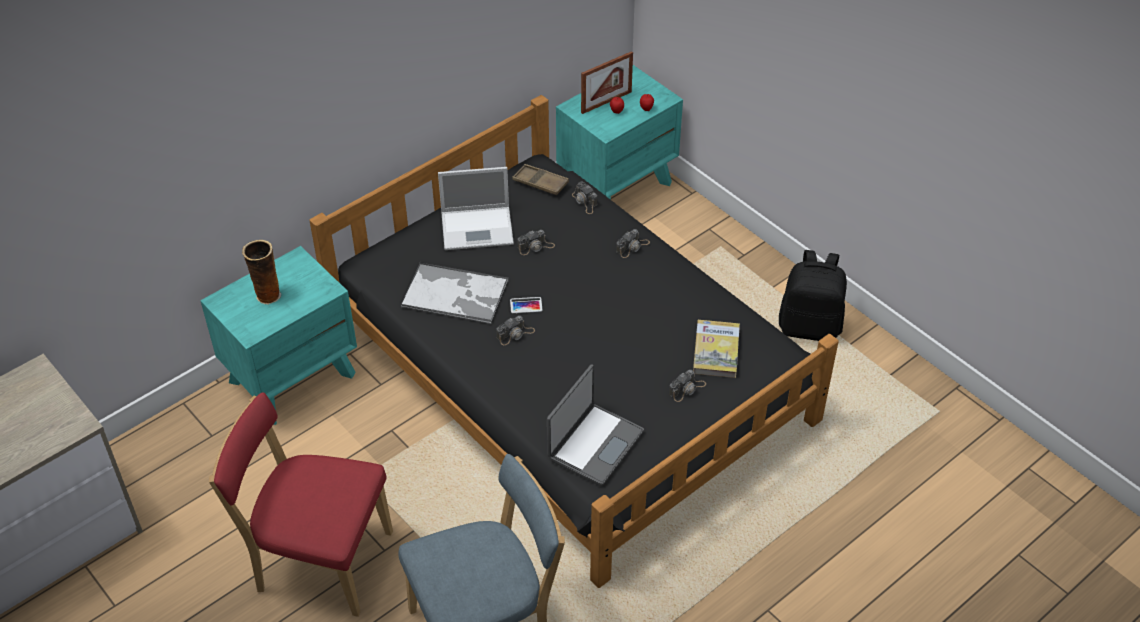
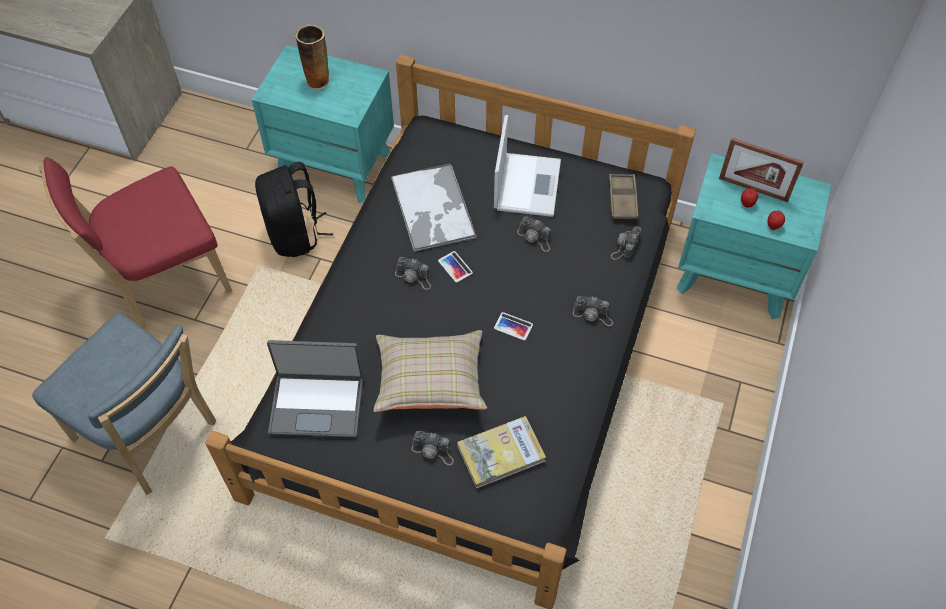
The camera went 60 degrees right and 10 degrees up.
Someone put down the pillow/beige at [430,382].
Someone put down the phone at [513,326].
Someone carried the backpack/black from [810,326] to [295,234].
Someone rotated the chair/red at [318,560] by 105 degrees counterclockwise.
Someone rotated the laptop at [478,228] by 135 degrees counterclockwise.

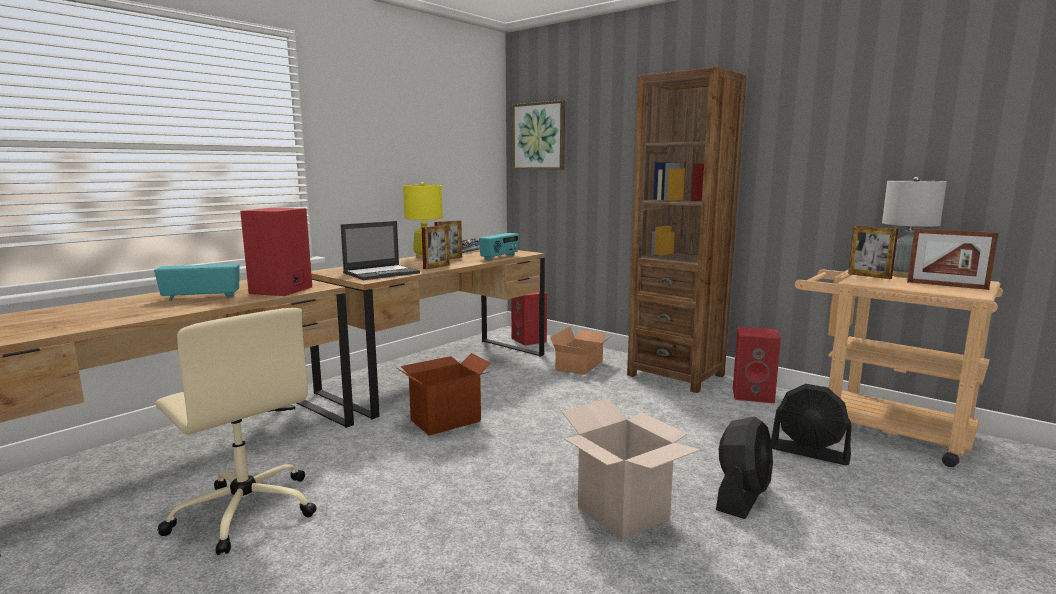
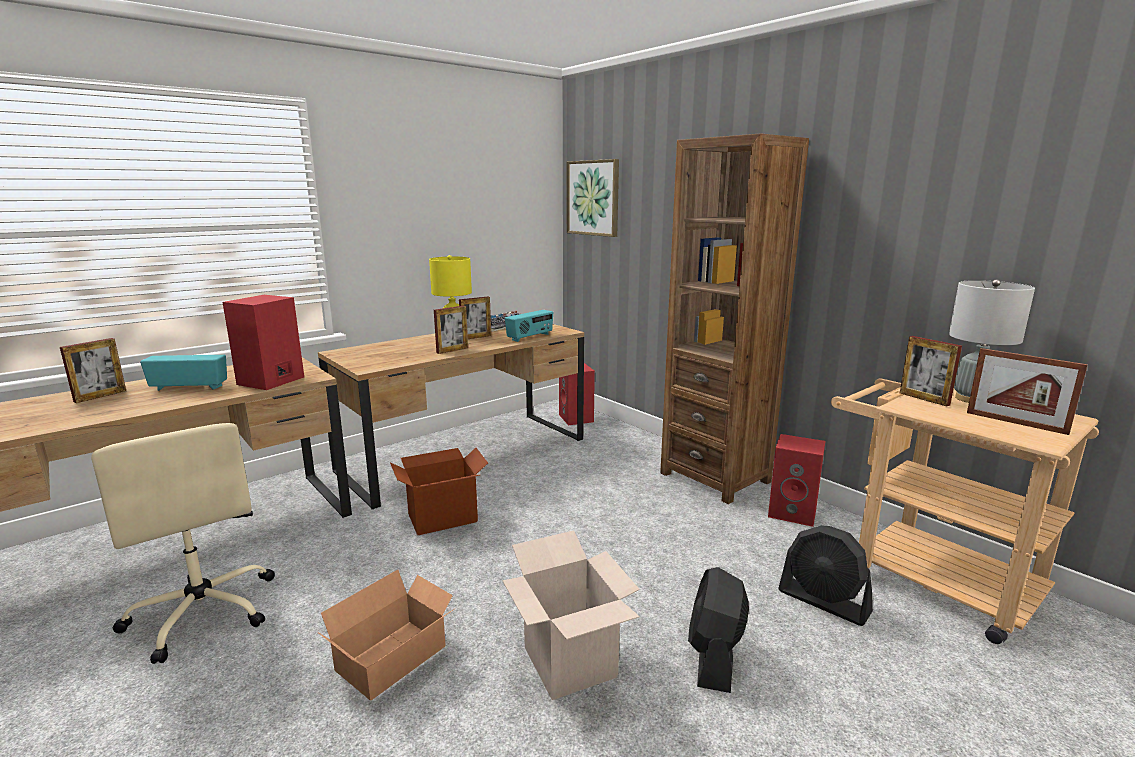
The camera went 10 degrees right and 5 degrees up.
Someone took away the laptop at [382,273].
Someone put down the picture frame at [100,396].
Someone carried the cardboard box from [581,365] to [396,658].
Someone rotated the fan/black at [742,496] by 150 degrees clockwise.

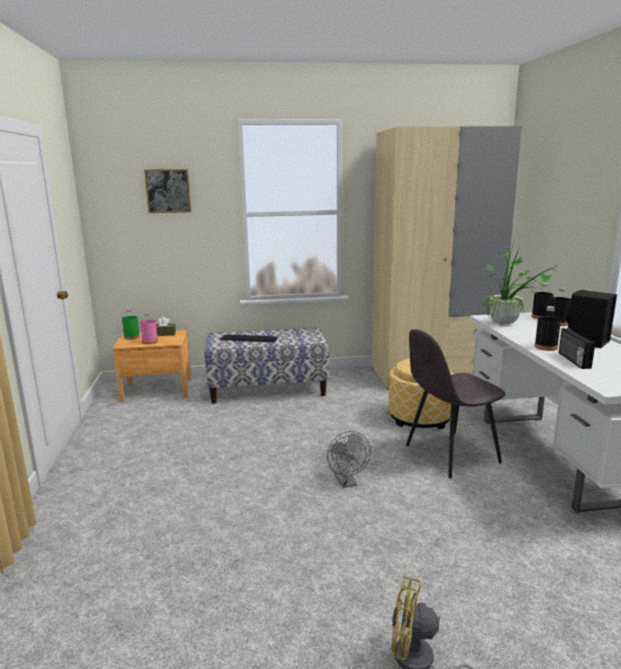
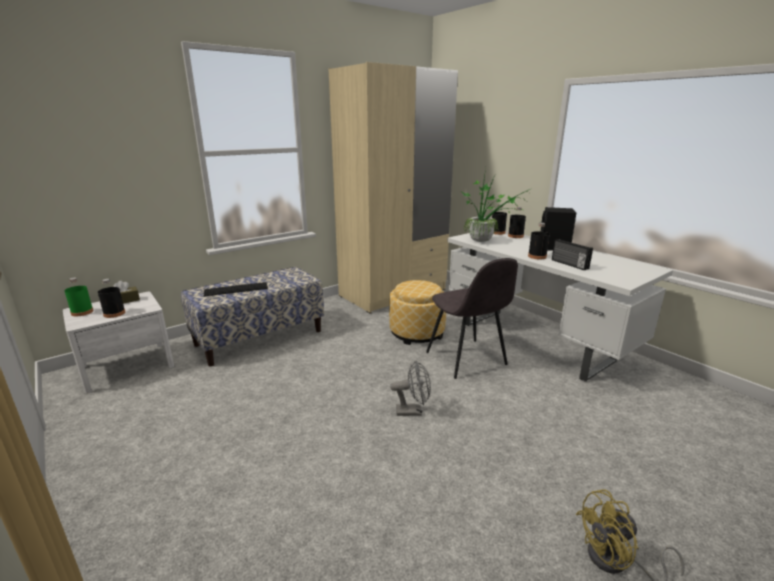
The camera went 30 degrees left and 5 degrees up.
Someone took away the picture at [168,191].
Someone repainted the nightstand/brown at [157,390], which became the nightstand/white at [127,366].
Someone repainted the bottle/pink at [150,342], which became the bottle/black at [114,313].
Someone rotated the fan/grey at [347,482] by 45 degrees counterclockwise.
Someone rotated the chair/grey at [449,454] by 60 degrees counterclockwise.

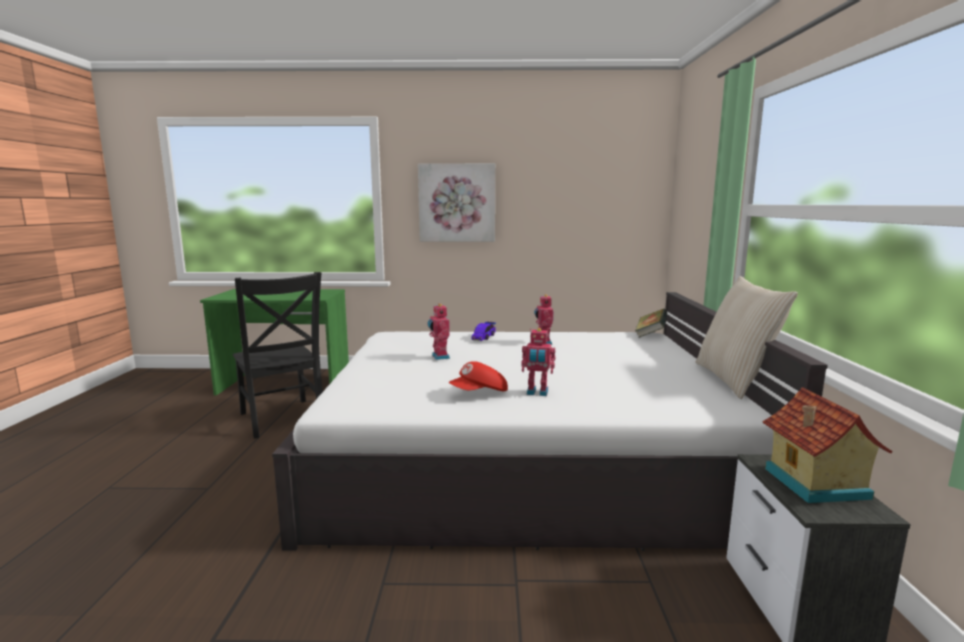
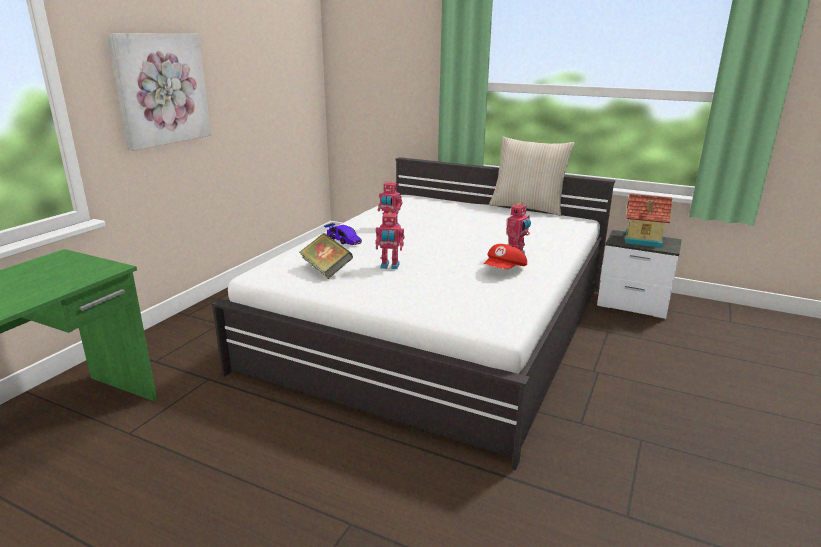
The camera went 65 degrees left and 10 degrees up.
Someone took away the chair/black at [282,419].
Someone carried the book from [650,334] to [326,269].
Someone rotated the cap/red at [479,394] by 45 degrees clockwise.

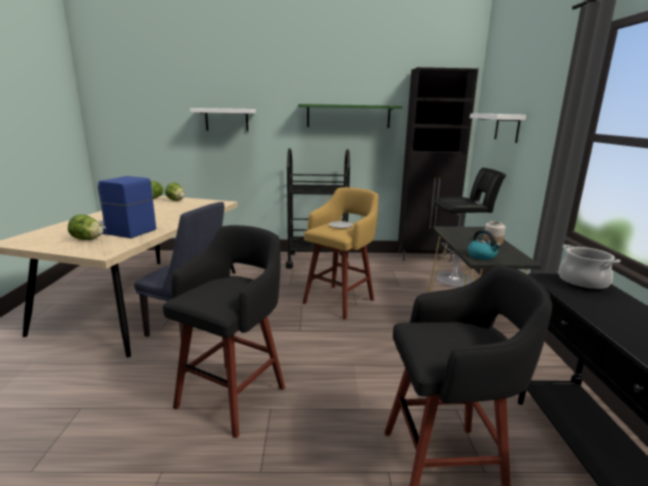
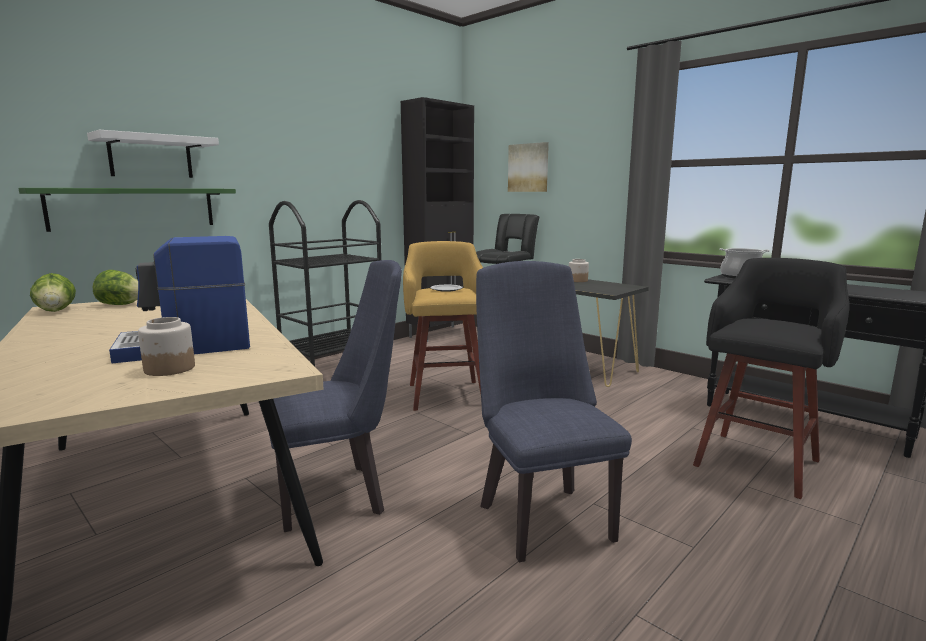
The camera went 45 degrees left and 5 degrees down.
Someone took away the kettle at [482,256].
Someone carried the shelf/green from [348,116] to [134,208].
Someone swapped the lettuce at [87,239] for the jar at [169,368].
Someone swapped the stool/black at [234,395] for the chair/blue at [540,515].
Someone swapped the shelf/white at [507,127] for the picture at [528,168].

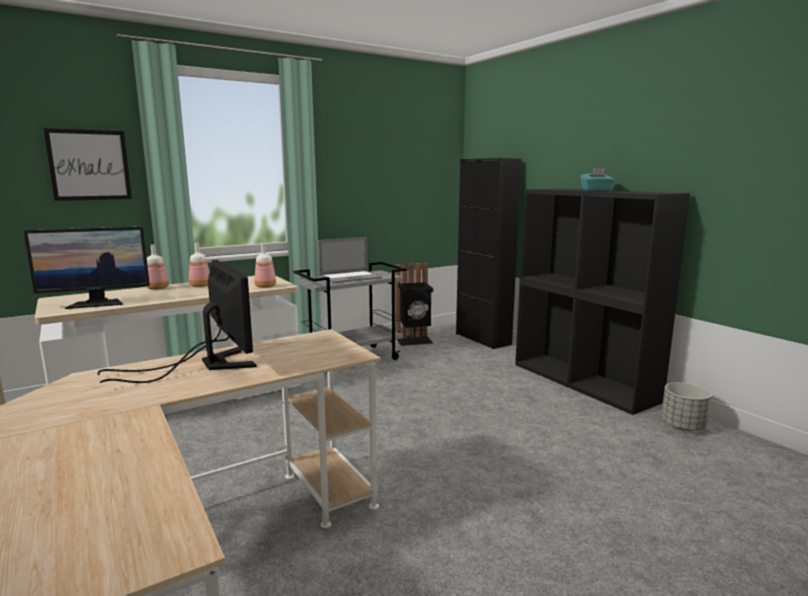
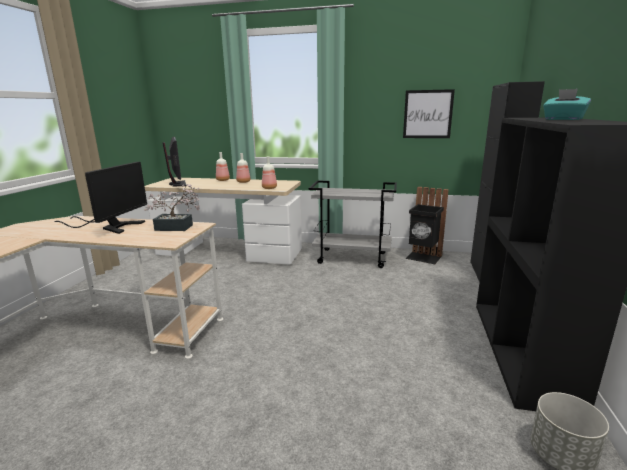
The camera went 45 degrees right and 5 degrees up.
Someone took away the laptop at [350,277].
Someone put down the potted plant at [178,228].
Someone carried the picture from [89,165] to [427,114].
Someone rotated the monitor at [96,303] by 135 degrees counterclockwise.

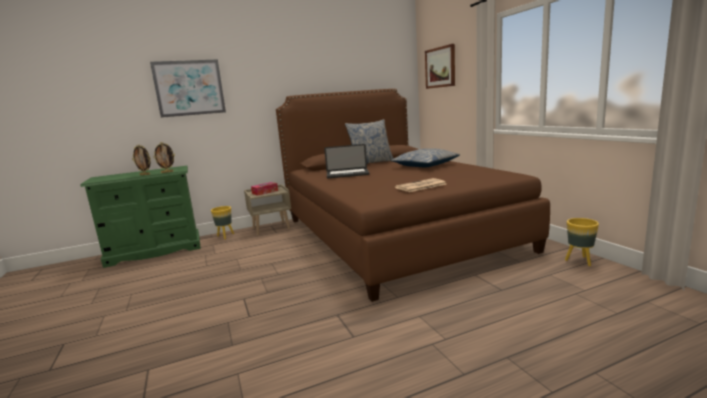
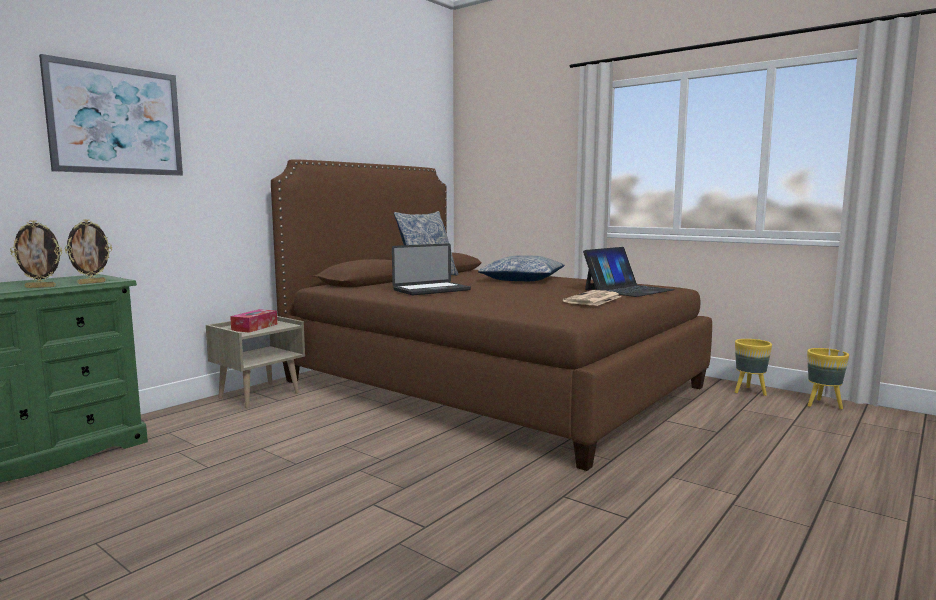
The camera went 30 degrees left and 5 degrees down.
Someone took away the picture at [440,67].
Someone put down the laptop at [628,290].
Someone carried the planter/yellow from [225,236] to [822,405].

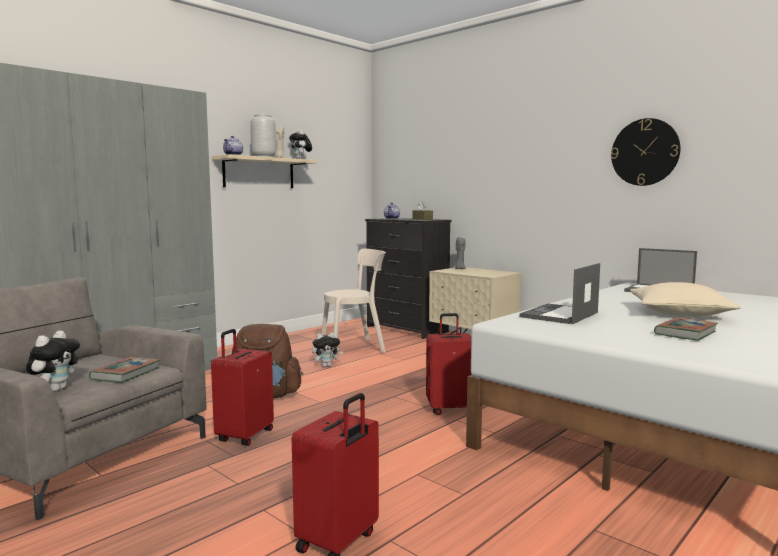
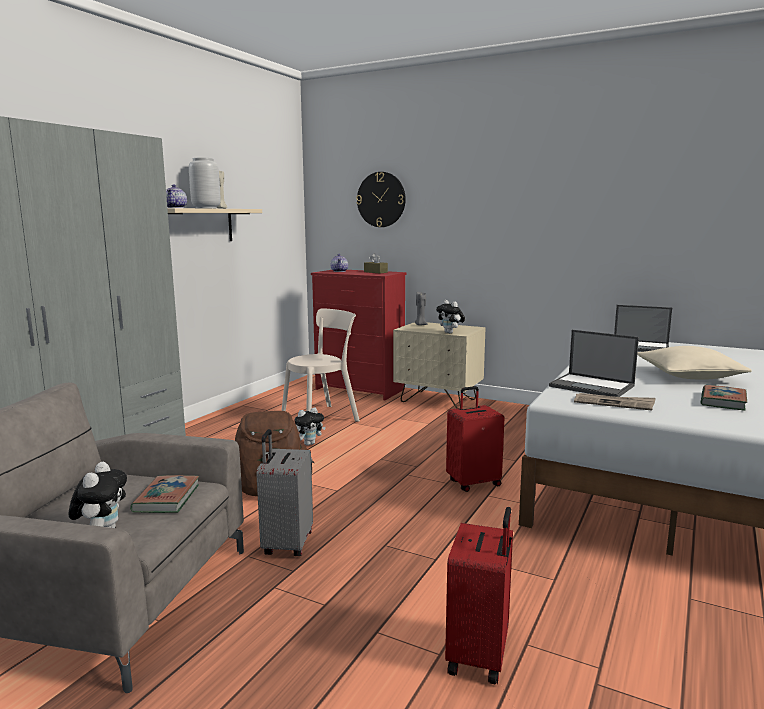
The camera went 15 degrees left and 5 degrees up.
Someone put down the newspaper at [614,403].
Someone carried the plush toy from [301,159] to [450,333].
Someone carried the wall clock from [645,152] to [381,199].
Someone repainted the suitcase/red at [244,436], which became the suitcase/grey at [286,544].
Someone repainted the dresser/black at [407,329], which became the dresser/red at [360,389].
Someone rotated the laptop at [559,315] by 75 degrees counterclockwise.

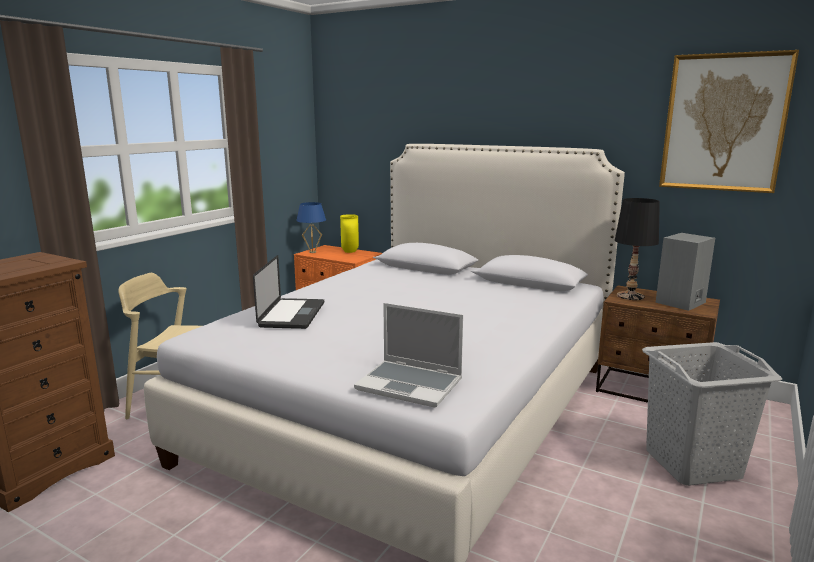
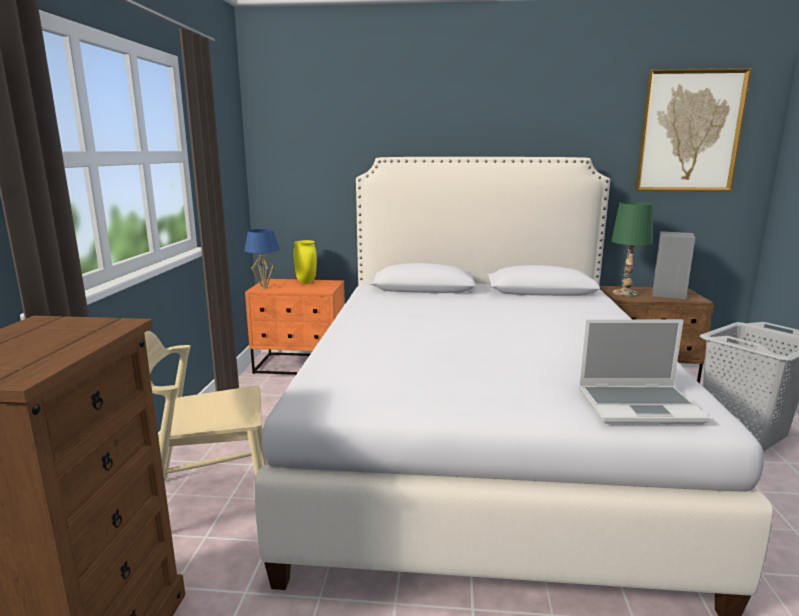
The camera went 25 degrees left and 0 degrees up.
Someone took away the laptop at [292,315].
Someone repainted the table lamp/black at [630,296], which became the table lamp/green at [625,293].

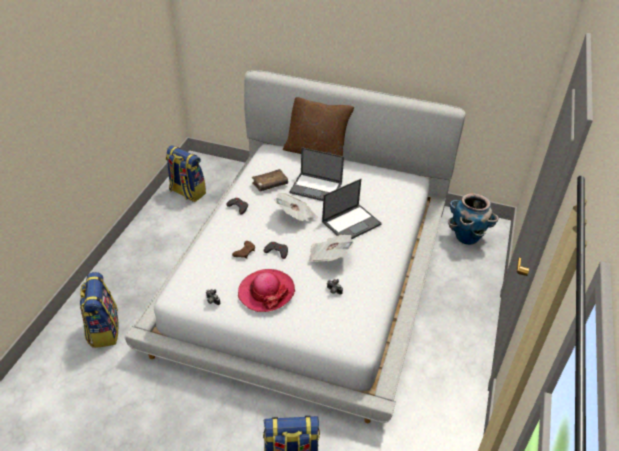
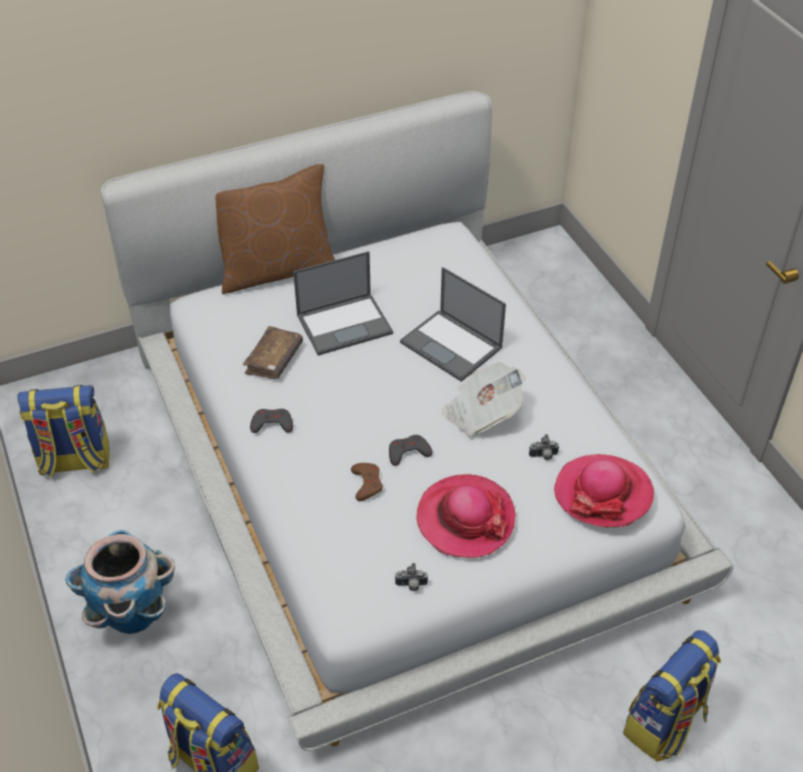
The camera went 40 degrees left and 5 degrees up.
Someone took away the newspaper at [296,216].
Someone put down the hat at [603,493].
Someone carried the planter from [466,237] to [132,614].
Someone rotated the laptop at [351,223] by 120 degrees clockwise.

